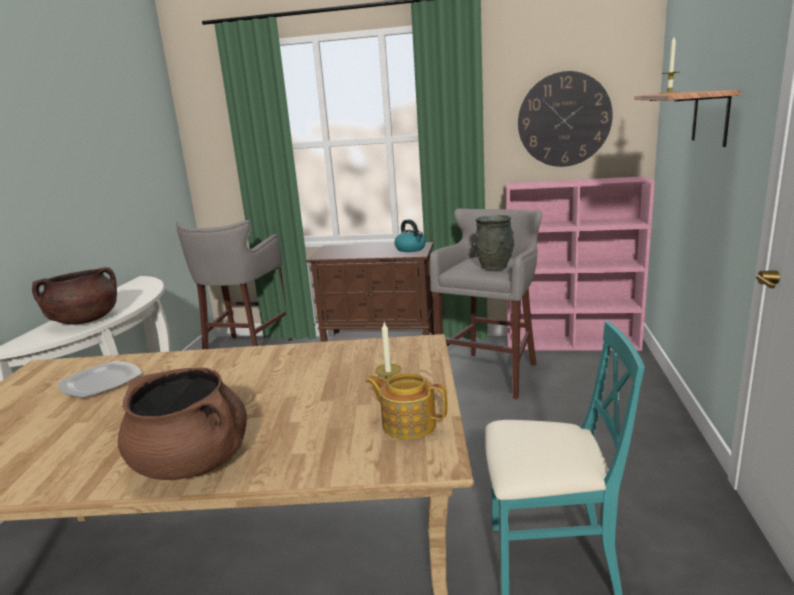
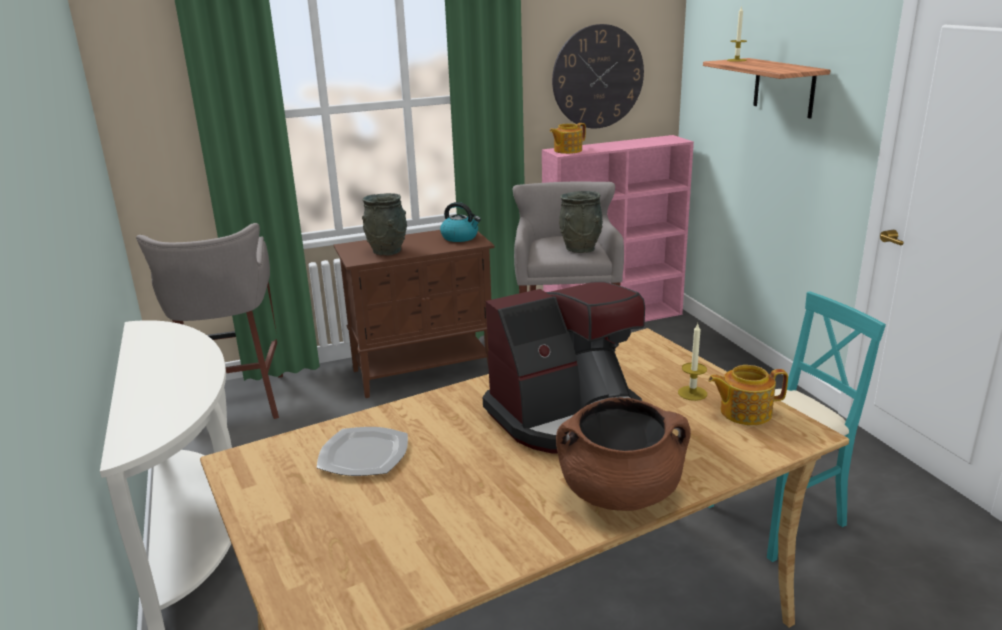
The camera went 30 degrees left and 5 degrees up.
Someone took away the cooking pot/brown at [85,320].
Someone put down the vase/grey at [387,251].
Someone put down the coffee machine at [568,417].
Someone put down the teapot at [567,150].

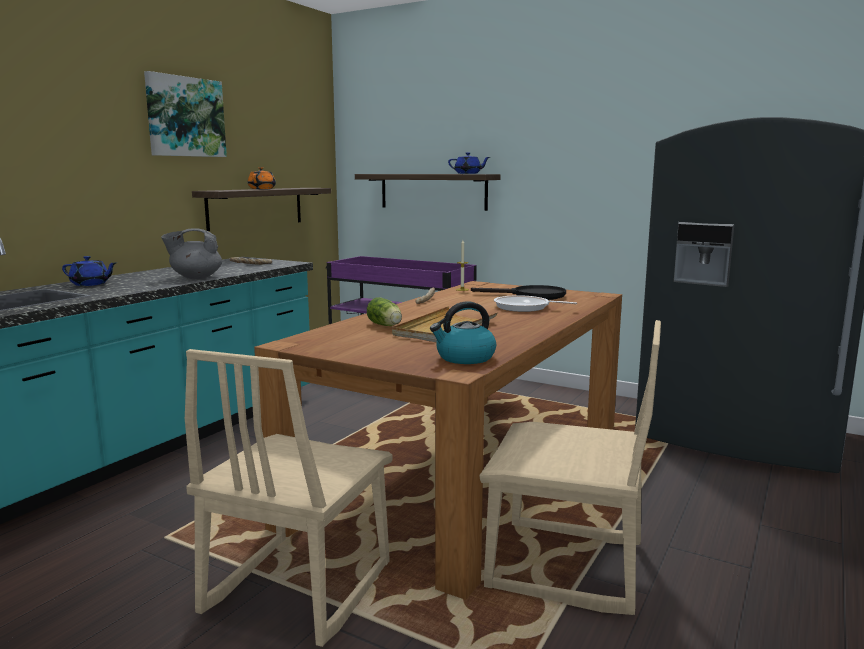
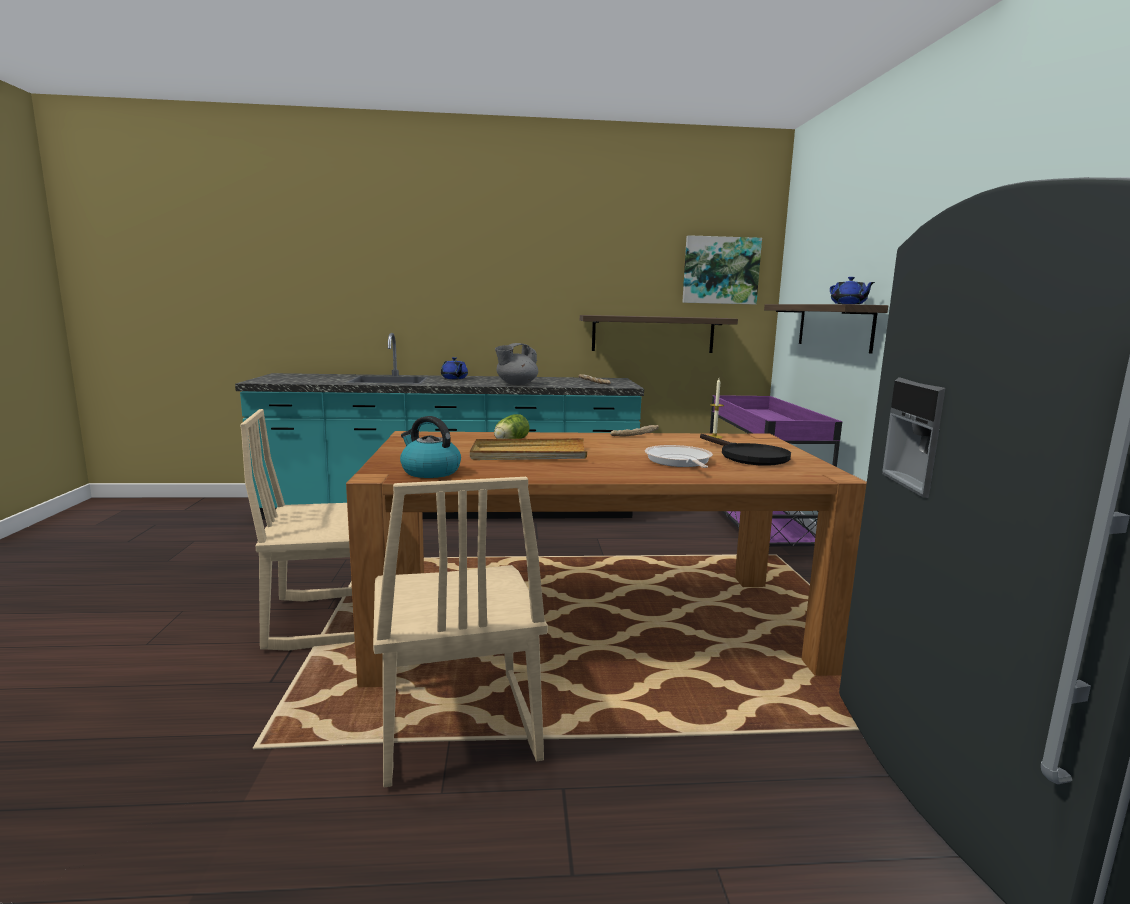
The camera went 55 degrees right and 0 degrees up.
Someone took away the teapot/orange at [262,189].
Someone carried the picture from [185,117] to [720,270].
Someone rotated the teapot/grey at [195,277] by 75 degrees counterclockwise.

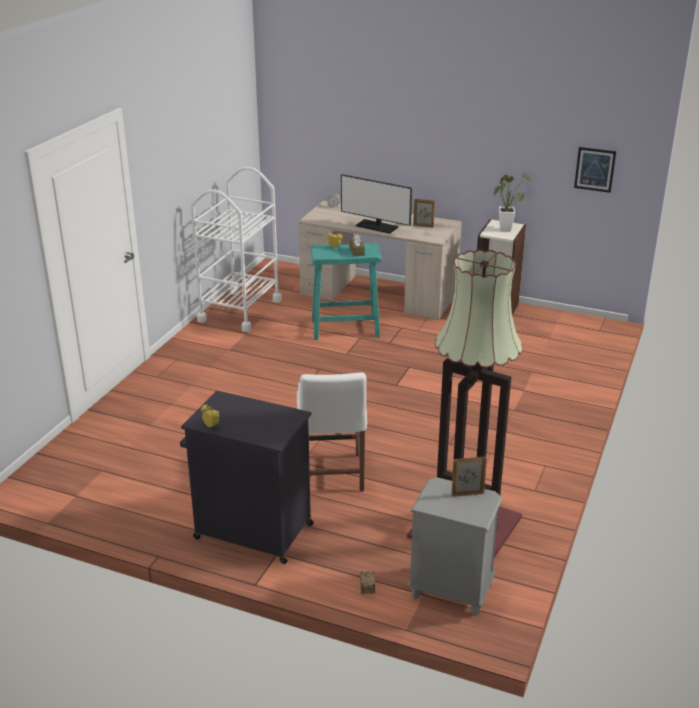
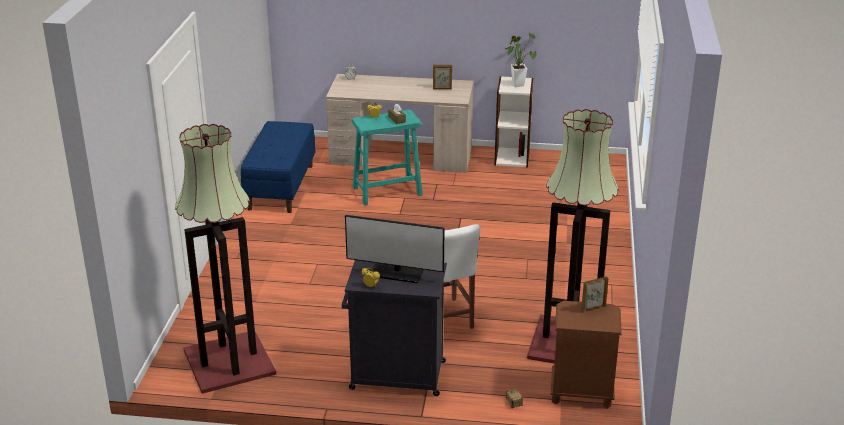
The camera went 15 degrees left and 0 degrees up.
Someone took away the picture at [594,169].
Someone put down the floor lamp at [227,362].
Someone carried the monitor from [377,227] to [396,273].
Someone swapped the cart/white at [240,310] for the bench/blue at [280,187].
Someone repainted the nightstand/grey at [450,590], which became the nightstand/brown at [580,393].

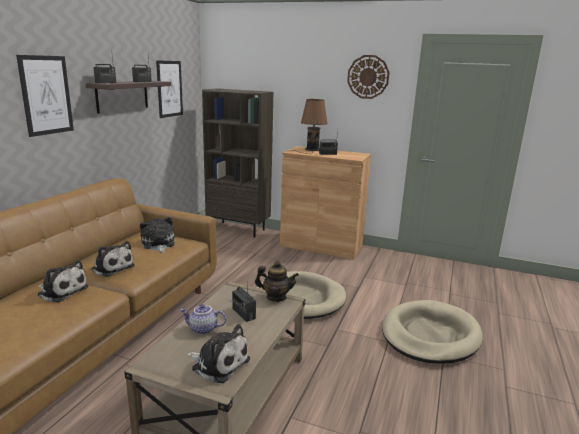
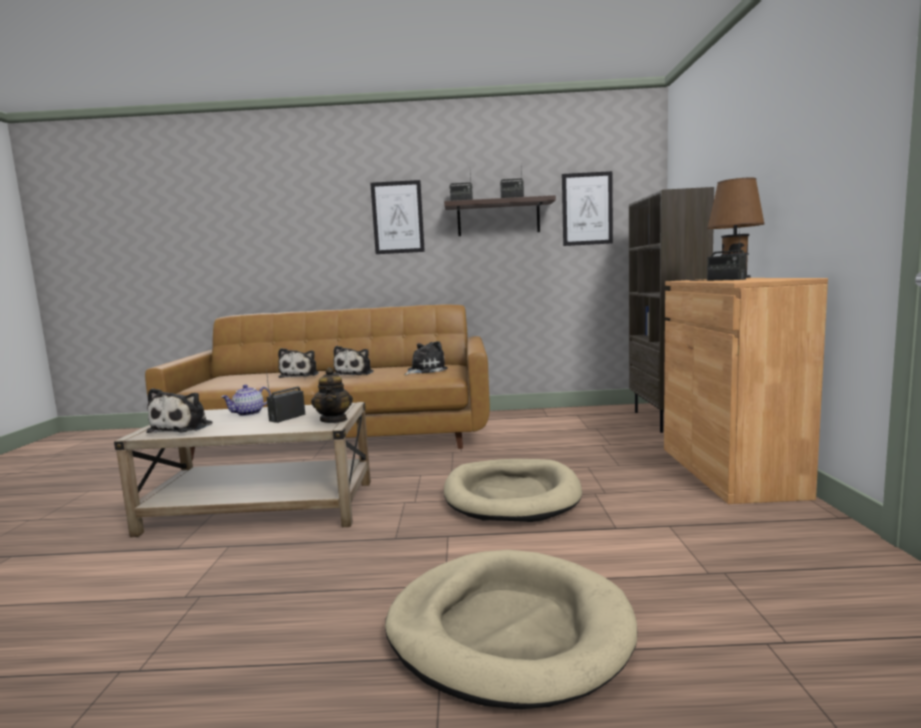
The camera went 70 degrees right and 10 degrees down.
Someone took away the wall clock at [368,77].
Someone rotated the teapot at [203,329] by 120 degrees counterclockwise.

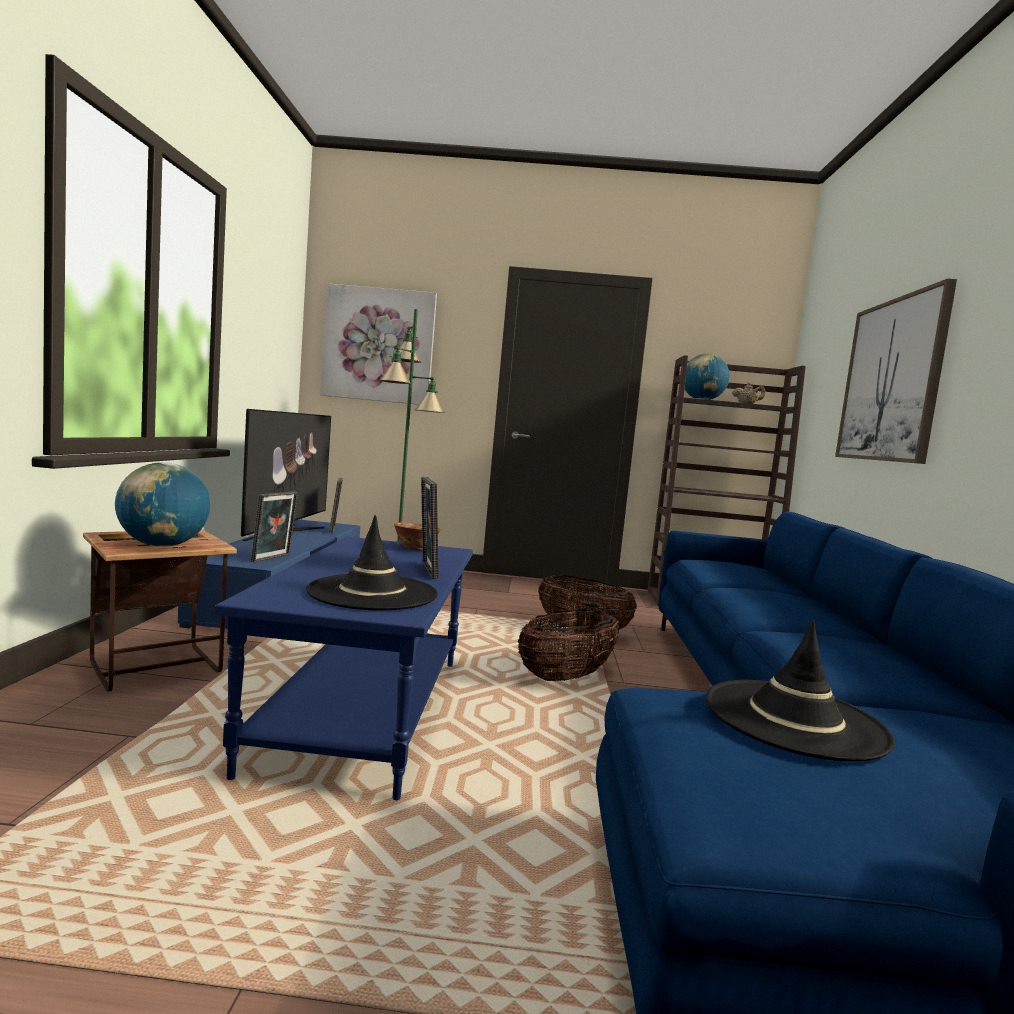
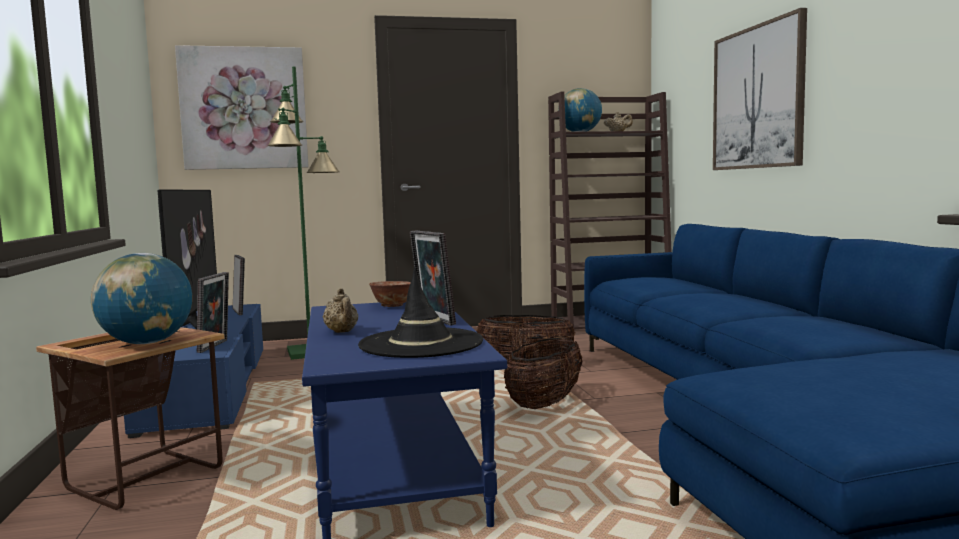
The camera went 15 degrees left and 0 degrees up.
Someone took away the hat/black at [794,719].
Someone put down the teapot/beige at [342,332].

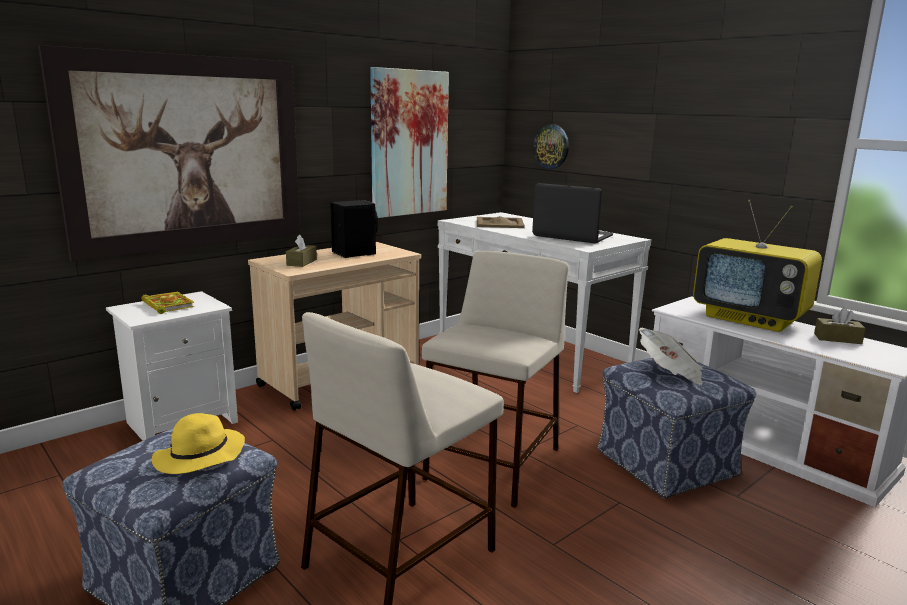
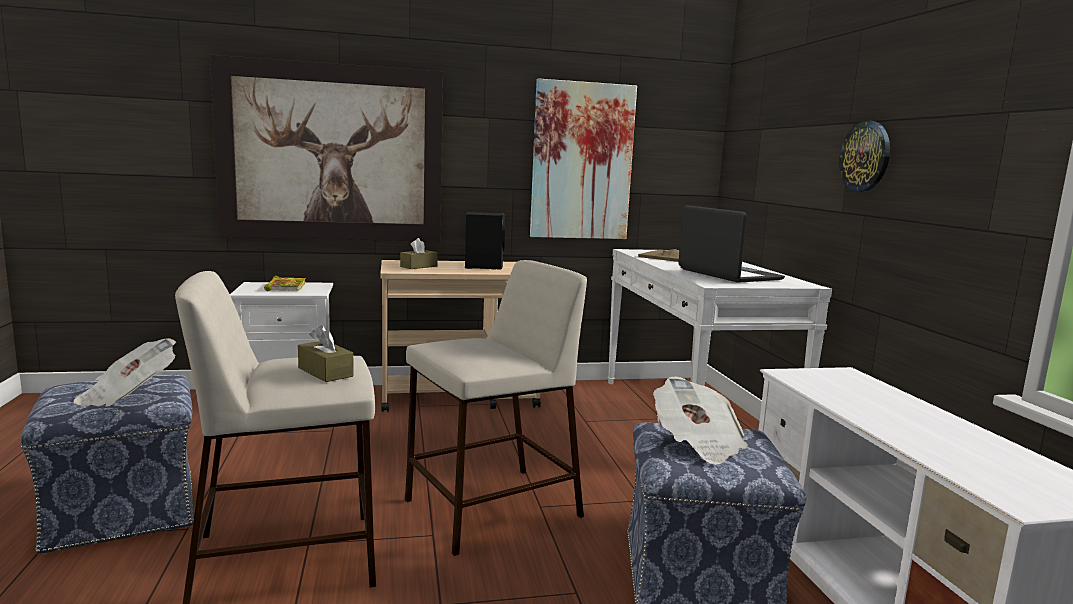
The camera went 30 degrees right and 5 degrees down.
Someone took away the television at [751,319].
Someone carried the wall clock from [551,146] to [865,156].
Someone carried the tissue box/brown from [837,338] to [325,372].
Someone swapped the hat/yellow at [199,457] for the newspaper at [128,396].

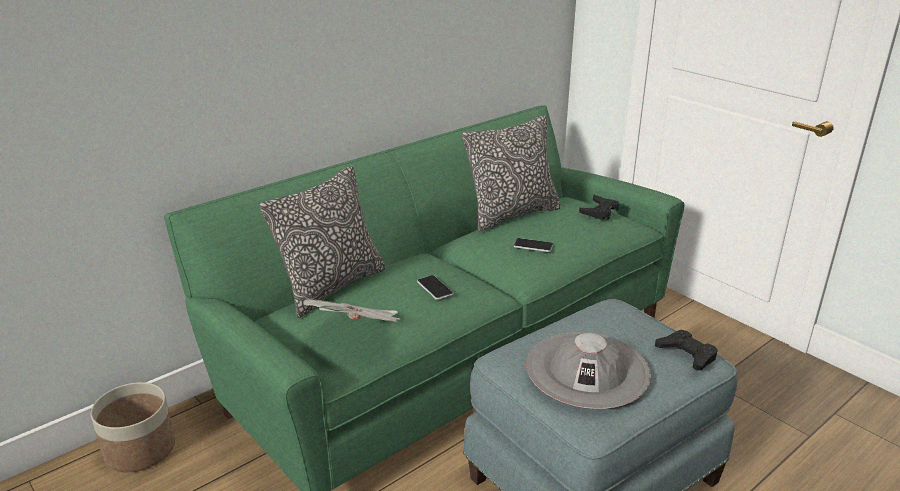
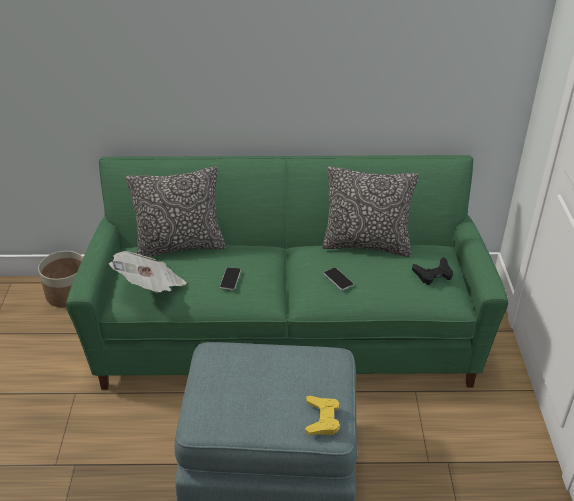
The camera went 40 degrees right and 10 degrees up.
Someone took away the hat/grey at [587,369].
Someone repainted the game controller/black at [687,354], which became the game controller/yellow at [322,419].

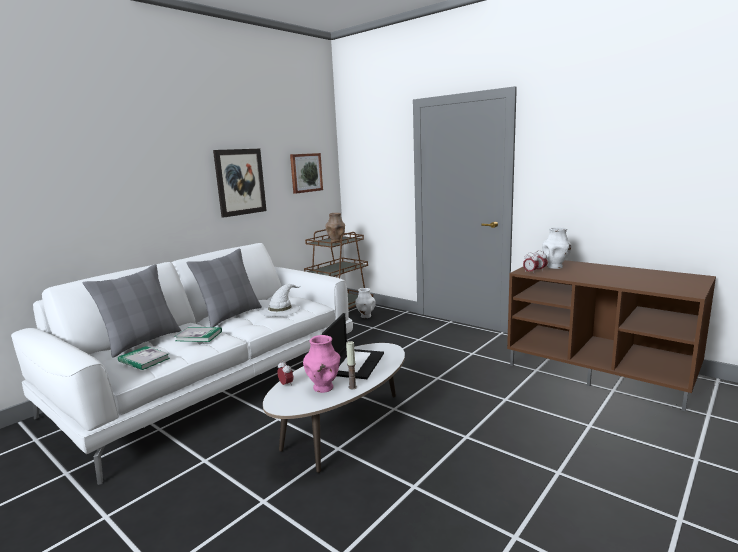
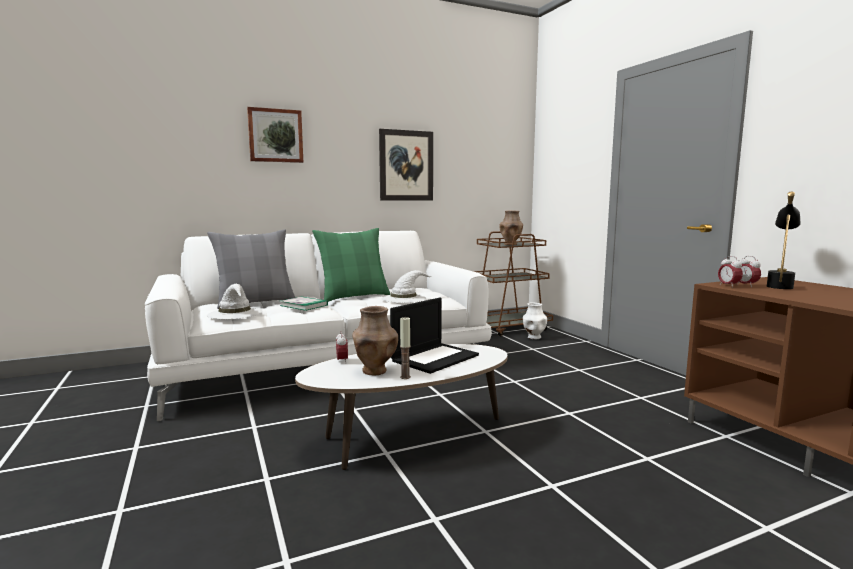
The camera went 25 degrees right and 5 degrees down.
Someone carried the picture from [305,172] to [275,135].
Someone swapped the book at [144,360] for the hat/white at [235,313].
Someone swapped the vase/white at [555,267] for the table lamp/black at [780,285].
Someone repainted the pillow/grey at [231,316], which became the pillow/green at [354,296].
Someone repainted the vase/pink at [323,388], which became the vase/brown at [374,371].

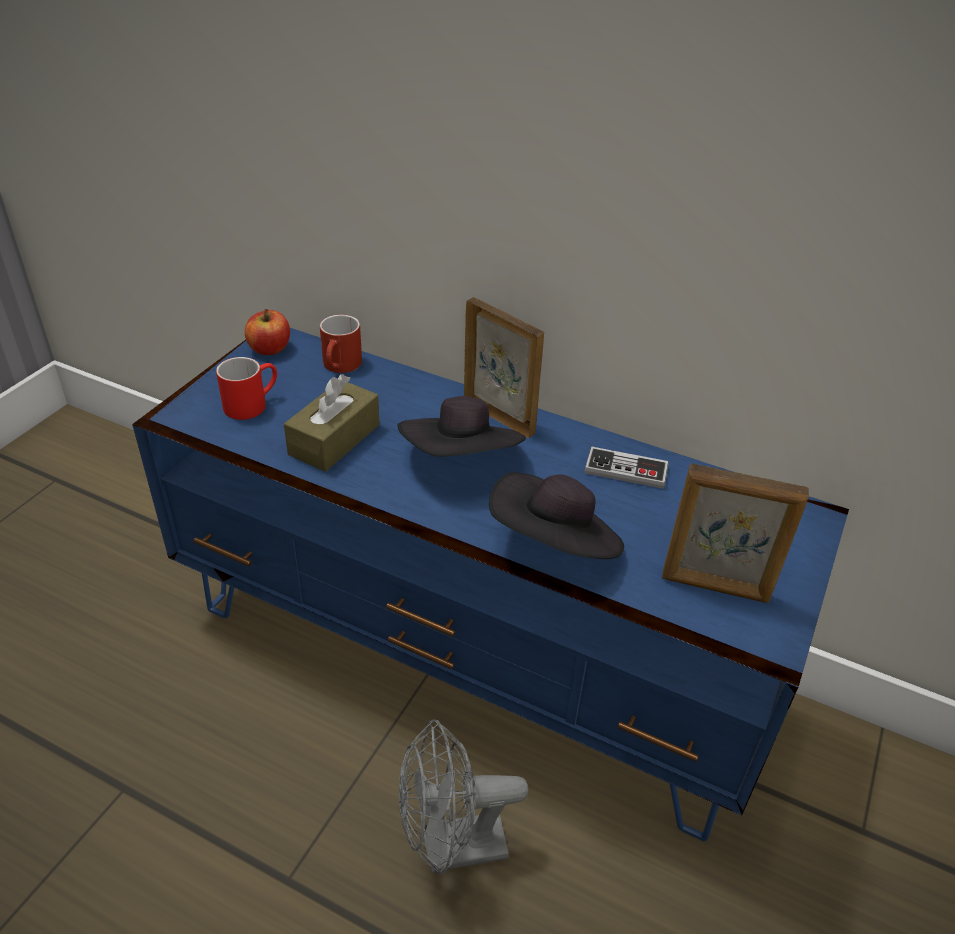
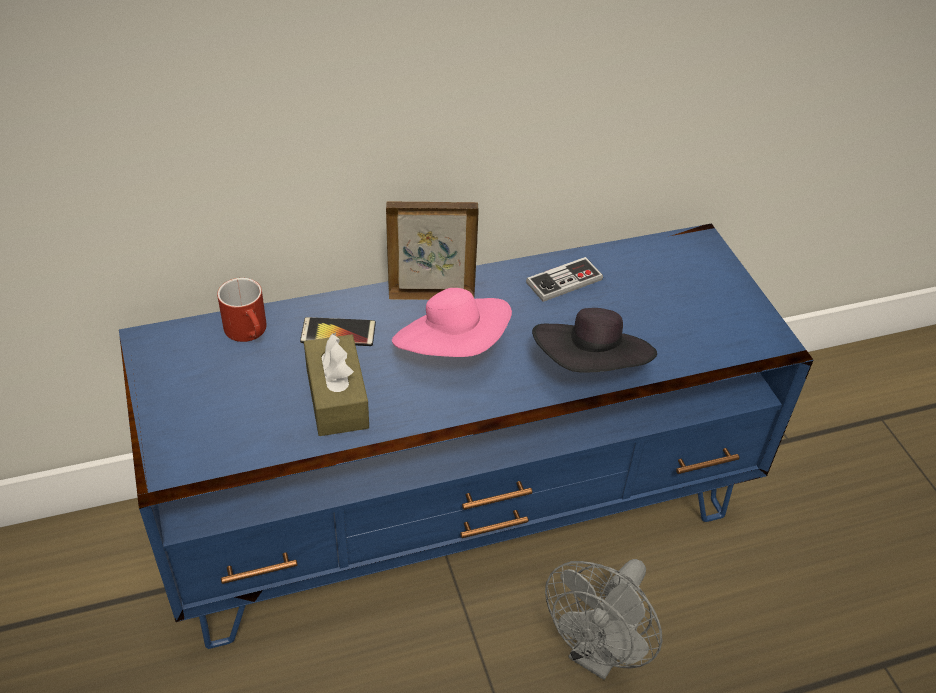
The camera went 45 degrees left and 5 degrees up.
Someone took away the mug/red at [251,403].
Someone took away the apple at [270,349].
Someone took away the picture frame at [715,587].
Someone put down the phone at [338,332].
Someone repainted the hat/black at [462,460], which became the hat/pink at [452,348].

